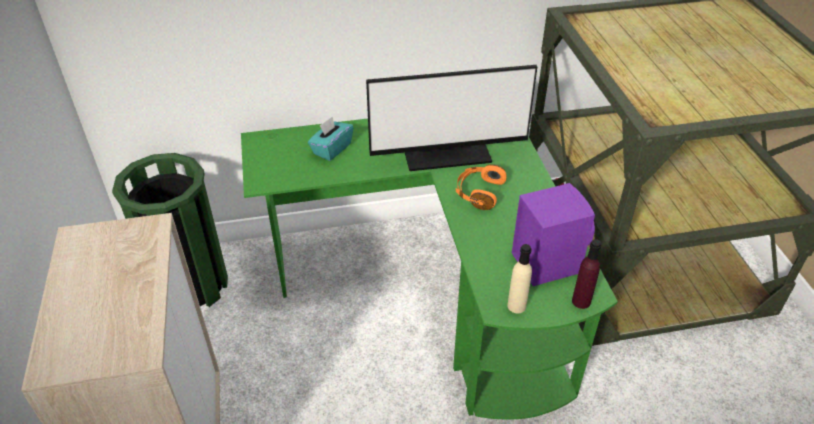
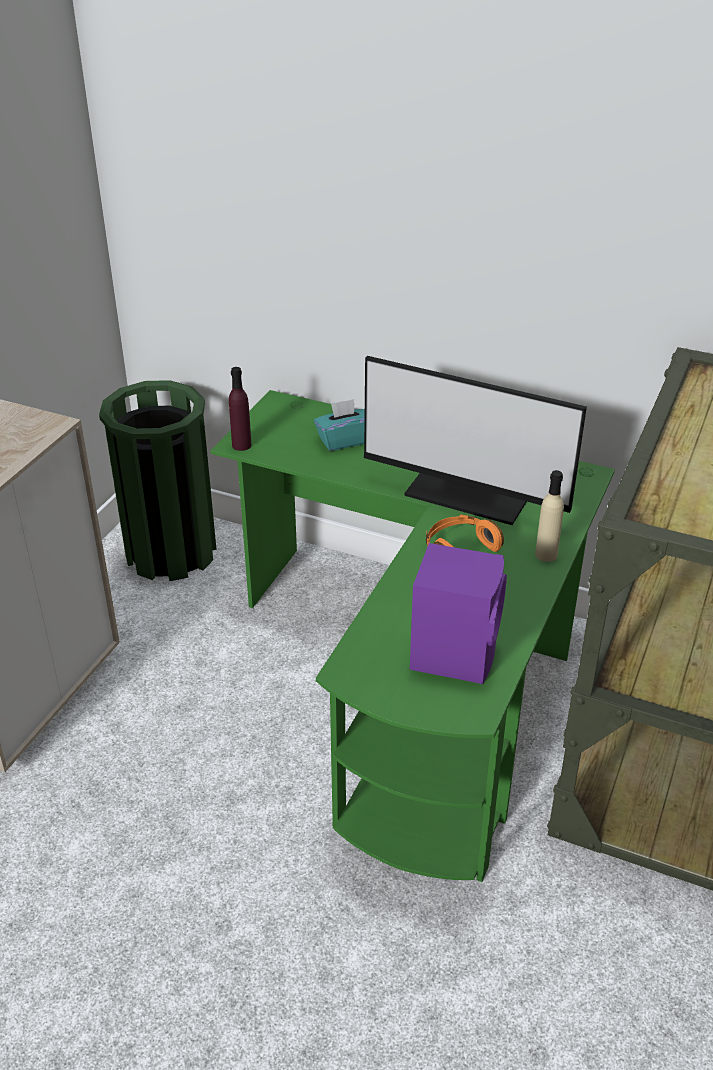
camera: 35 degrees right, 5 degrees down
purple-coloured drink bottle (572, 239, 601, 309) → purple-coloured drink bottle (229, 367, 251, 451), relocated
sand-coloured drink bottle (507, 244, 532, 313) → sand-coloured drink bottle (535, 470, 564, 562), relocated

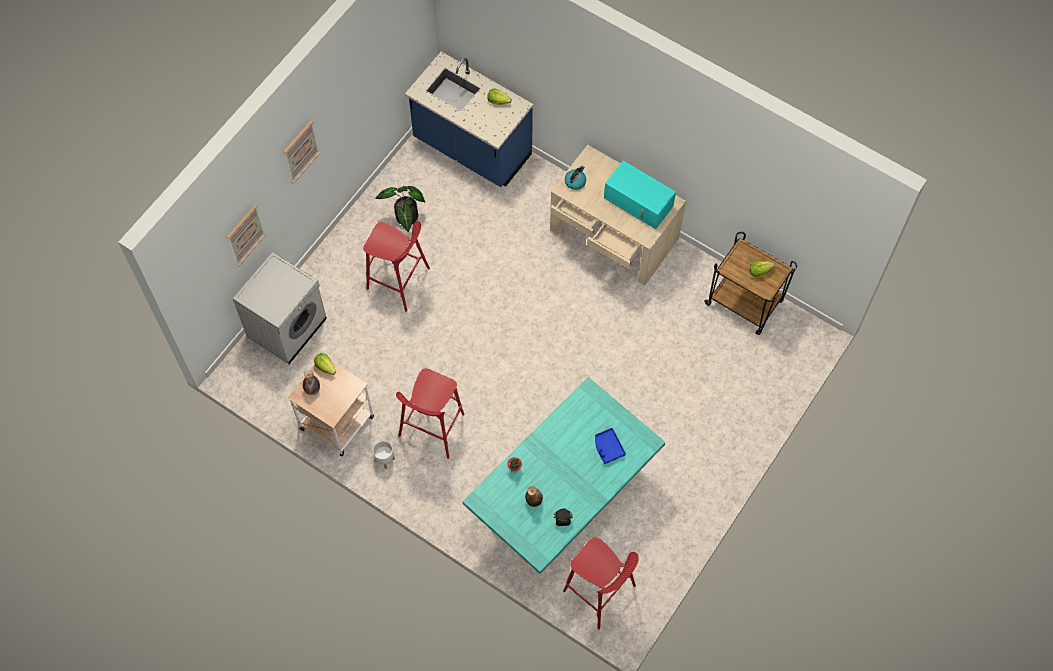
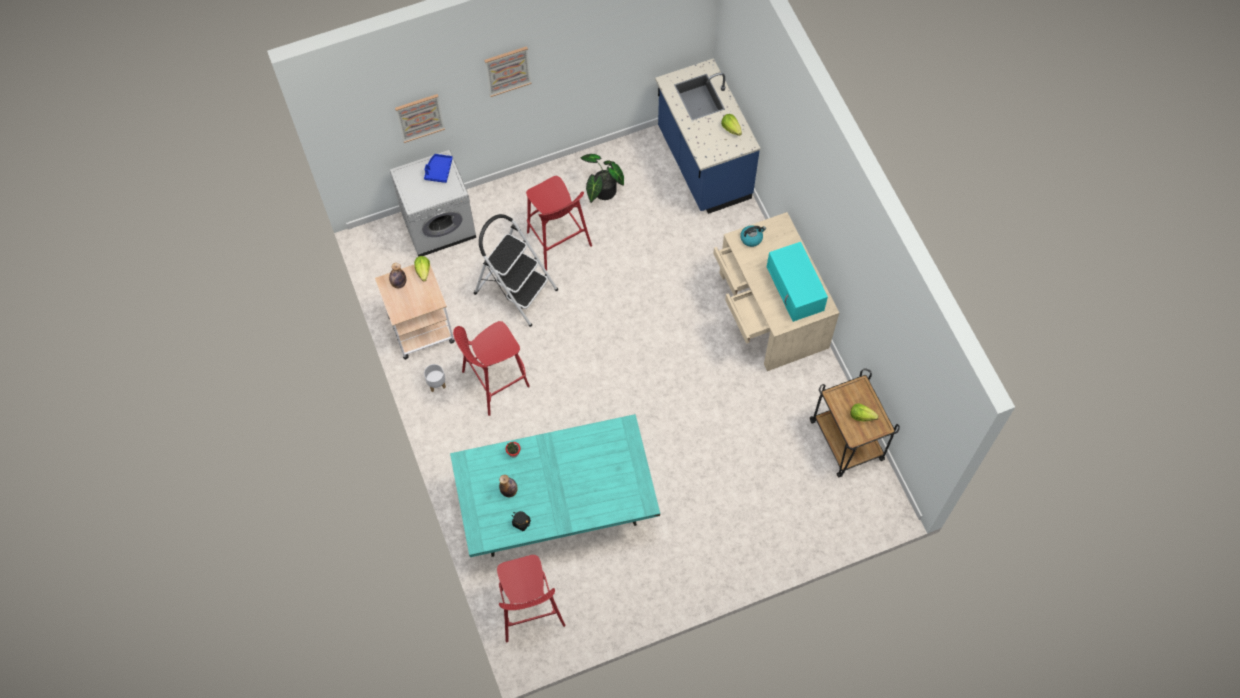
camera: 35 degrees right, 0 degrees up
bluish serving tray (595, 428, 626, 464) → bluish serving tray (424, 154, 453, 183), relocated
- → step stool (474, 214, 558, 327)

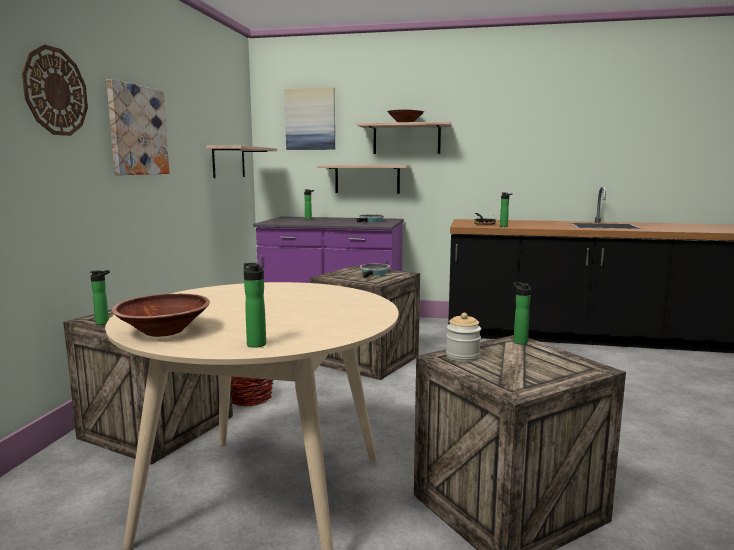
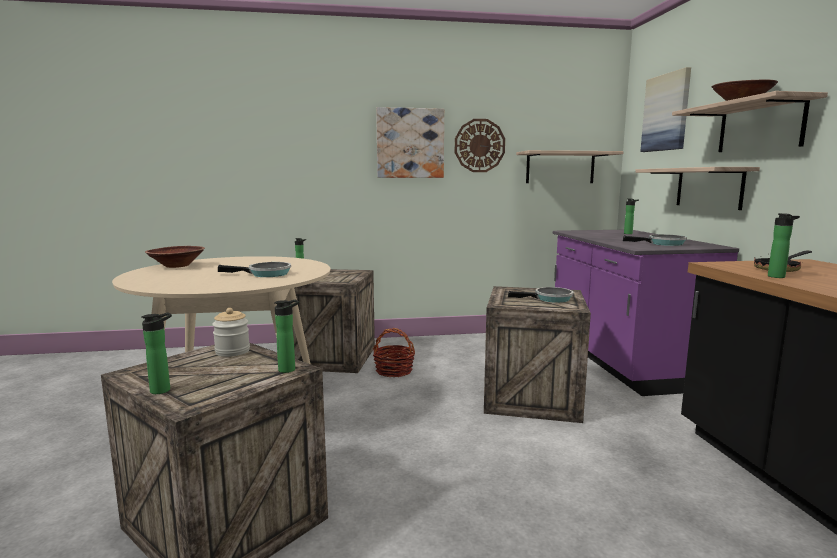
camera: 70 degrees right, 0 degrees up
drink bottle (244, 263, 266, 348) → drink bottle (141, 312, 172, 394), relocated
- → pan (218, 262, 291, 277)
clock on the wall (22, 44, 88, 136) → clock on the wall (455, 119, 505, 172), relocated

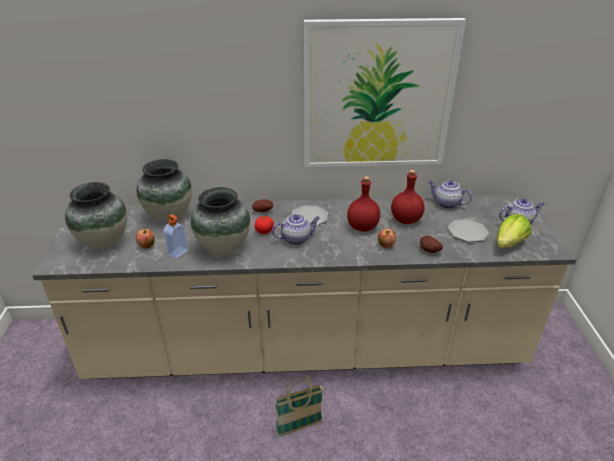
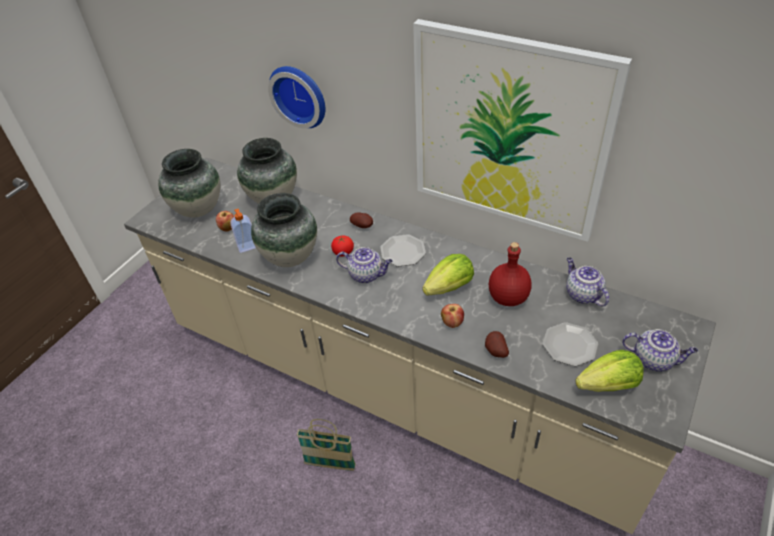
camera: 35 degrees right, 10 degrees up
- → clock on the wall (268, 66, 325, 128)
red drink bottle (347, 176, 380, 232) → head of lettuce (422, 254, 474, 296)

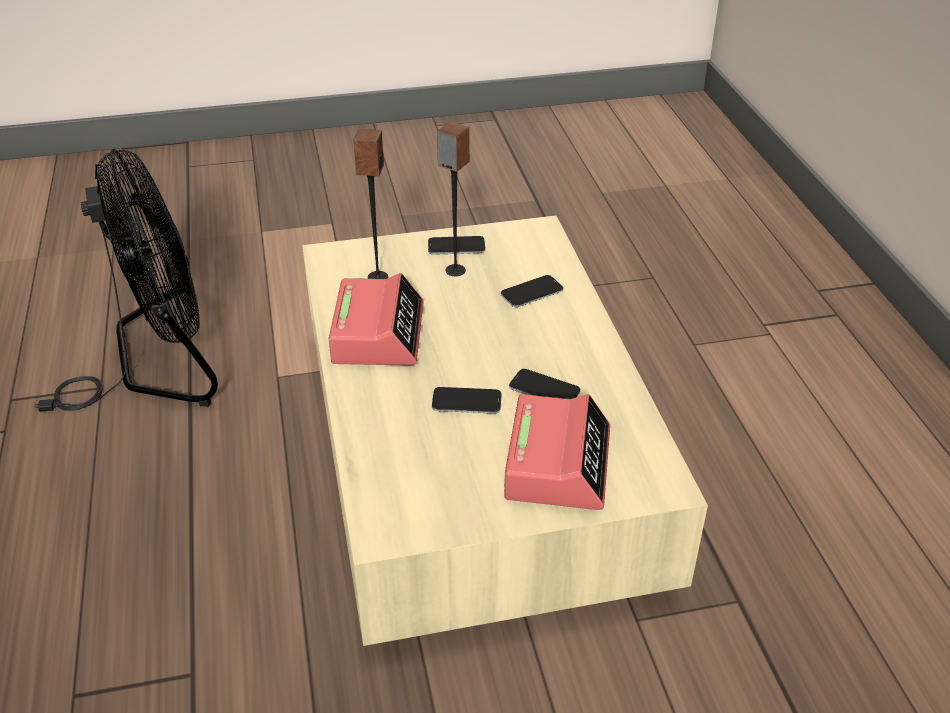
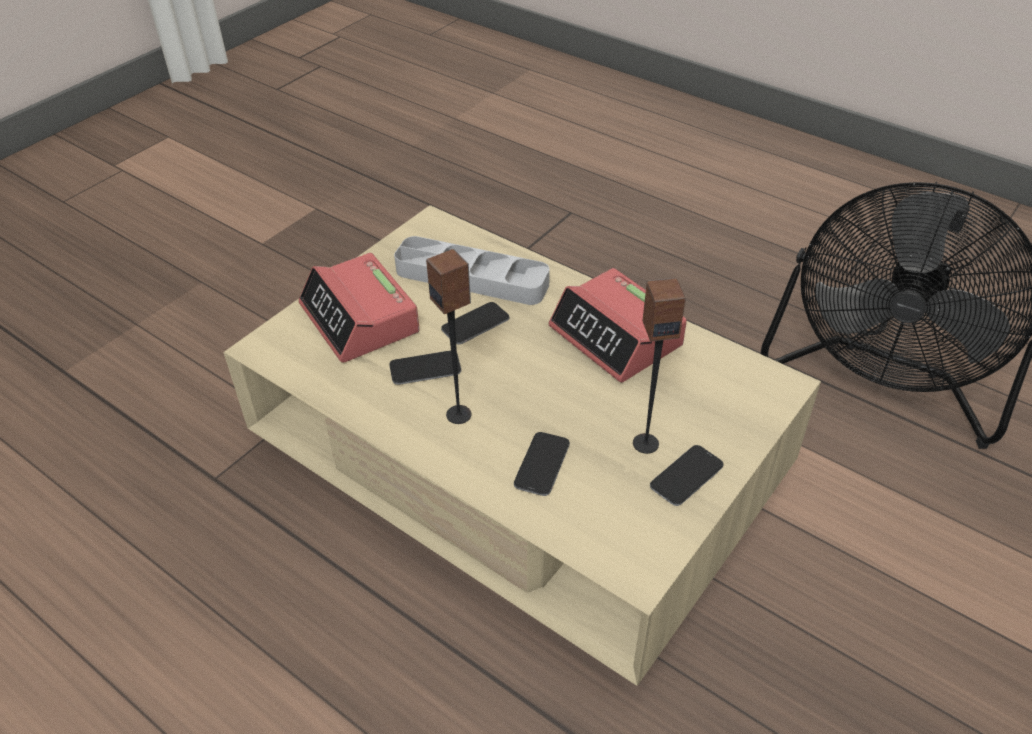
camera: 140 degrees right, 5 degrees up
- → greyish serving tray (394, 236, 550, 305)
loudspeaker (353, 129, 388, 279) → loudspeaker (426, 249, 471, 424), relocated

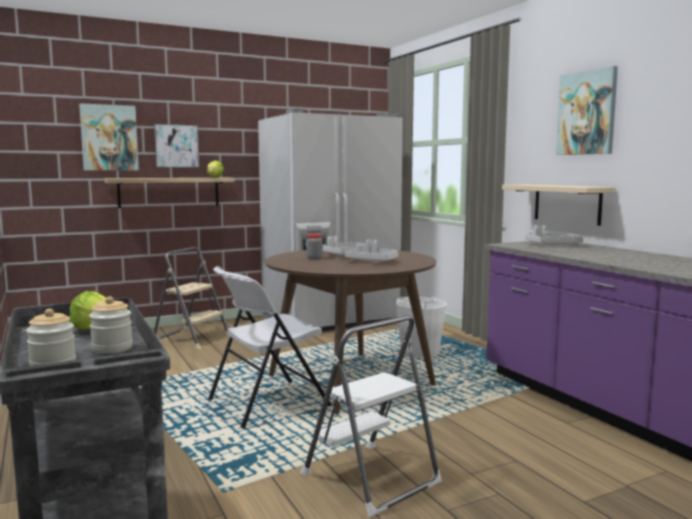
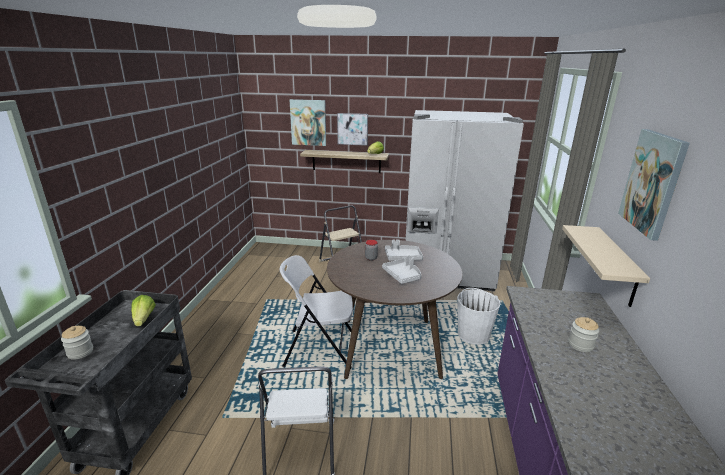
camera: 35 degrees right, 15 degrees up
preserve jar (89, 296, 133, 353) → preserve jar (568, 317, 599, 352), relocated
greyish serving tray (525, 225, 584, 245) → -

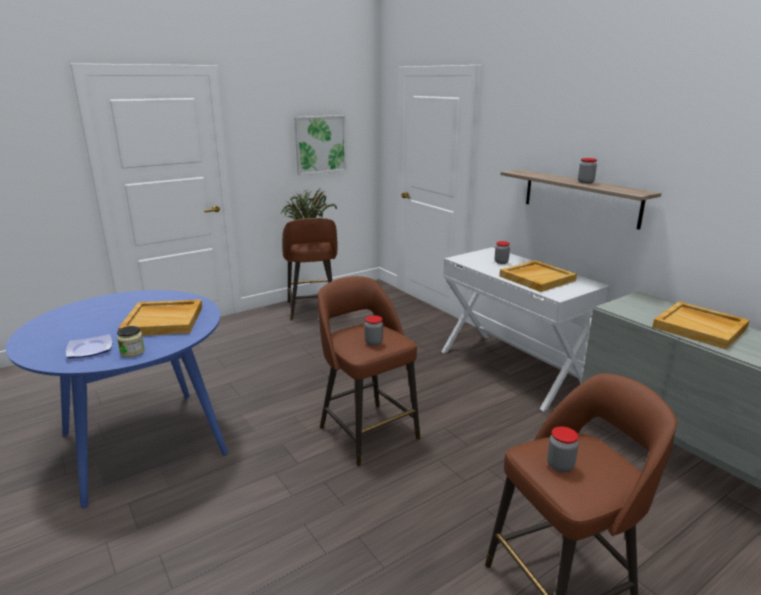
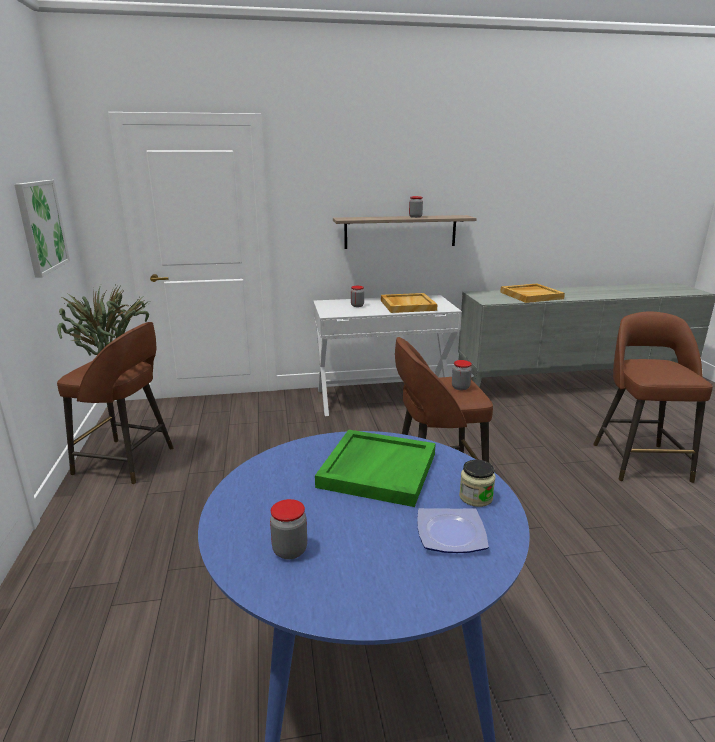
camera: 65 degrees left, 0 degrees up
preserve jar (547, 427, 579, 472) → preserve jar (270, 499, 307, 559), relocated
sand-coloured serving tray (118, 300, 202, 336) → green serving tray (315, 430, 436, 507)

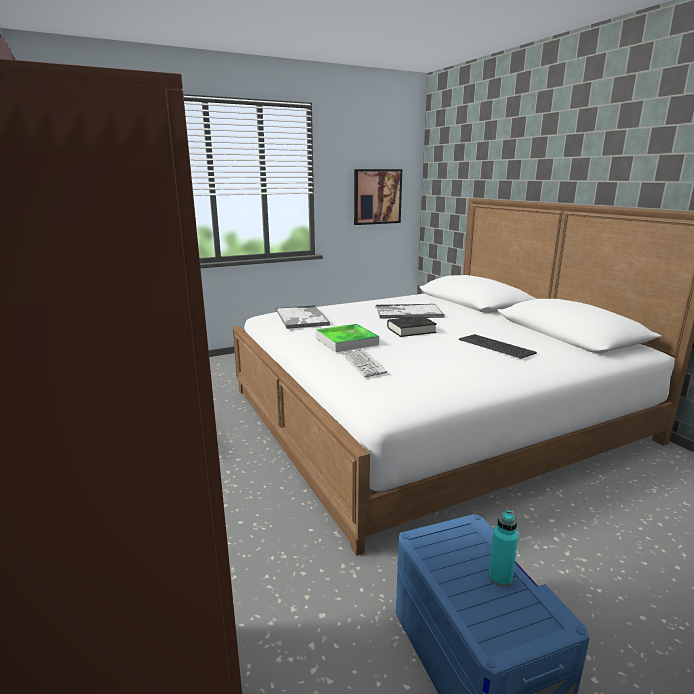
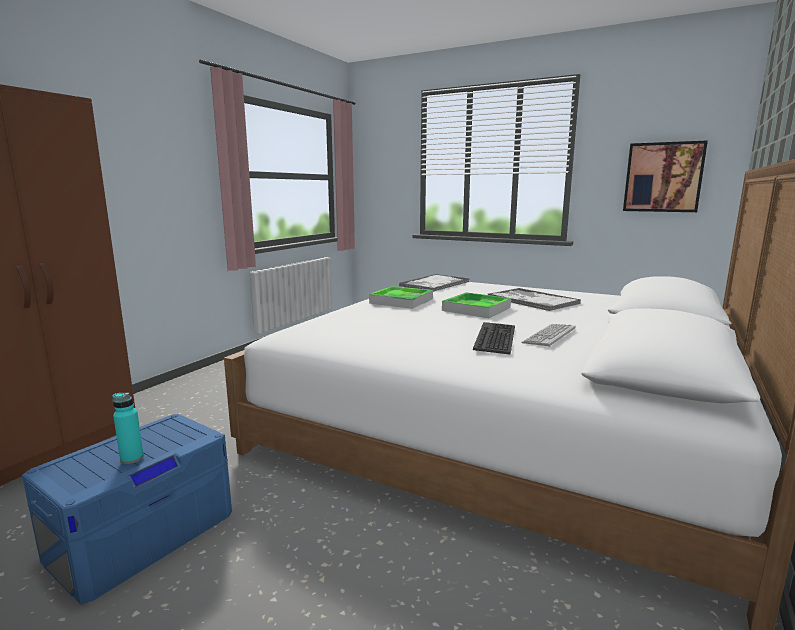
camera: 55 degrees right, 5 degrees down
black-coloured volume (387, 316, 437, 337) → serving tray (442, 292, 511, 318)
keyboard (342, 349, 387, 378) → keyboard (521, 324, 575, 347), relocated

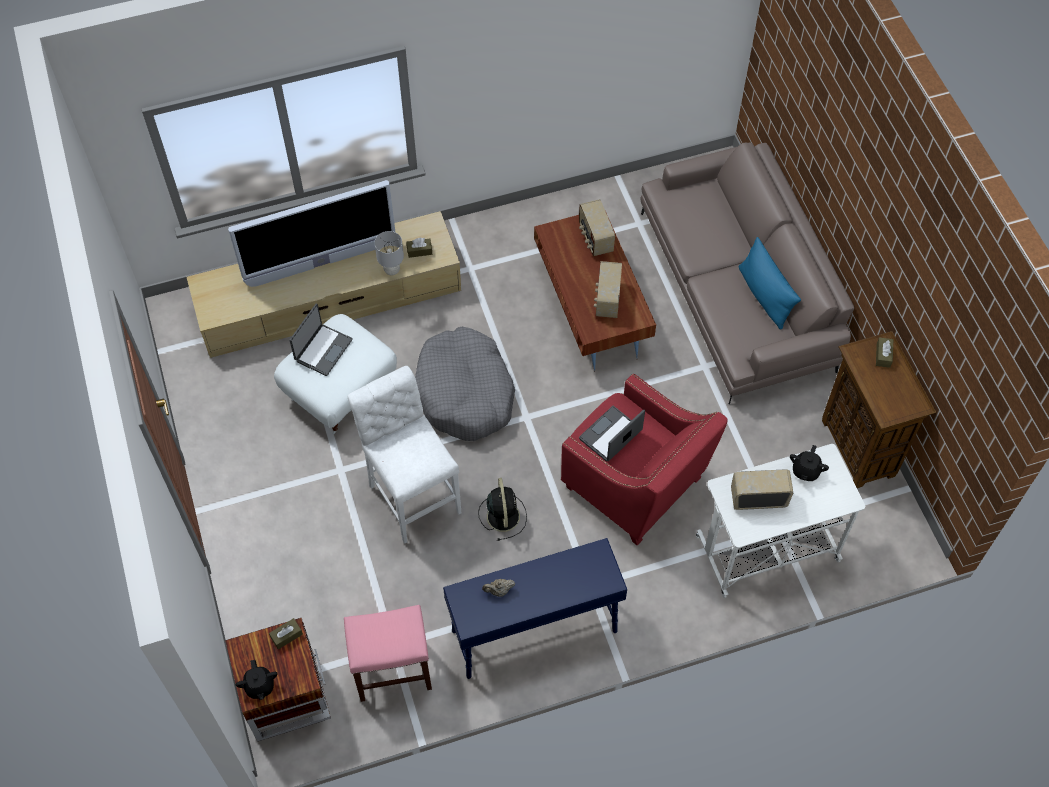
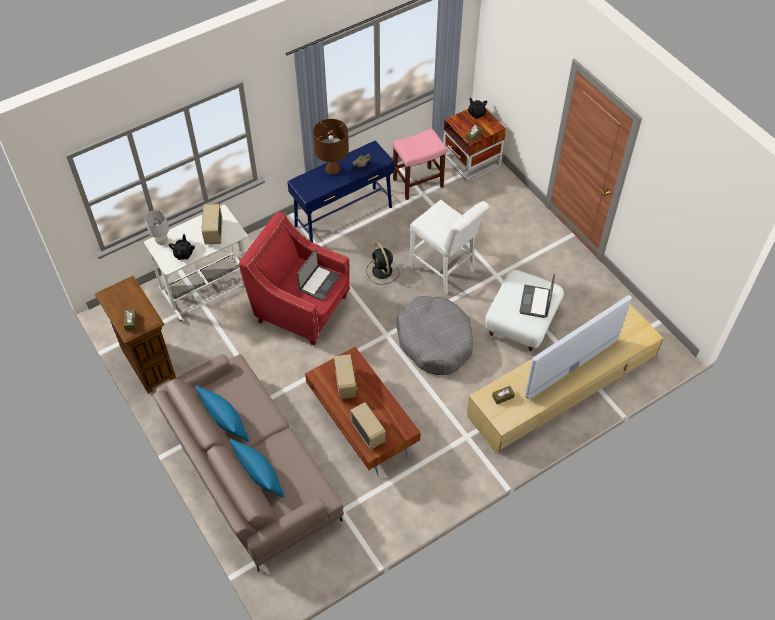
camera: 165 degrees right, 5 degrees down
greyish tabletop lamp (374, 231, 404, 275) → greyish tabletop lamp (145, 210, 169, 245), relocated
radio receiver (731, 469, 793, 510) → radio receiver (202, 204, 222, 244), 105 degrees clockwise
- → bluish cushion (229, 439, 284, 498)
- → brown tabletop lamp (313, 119, 349, 175)

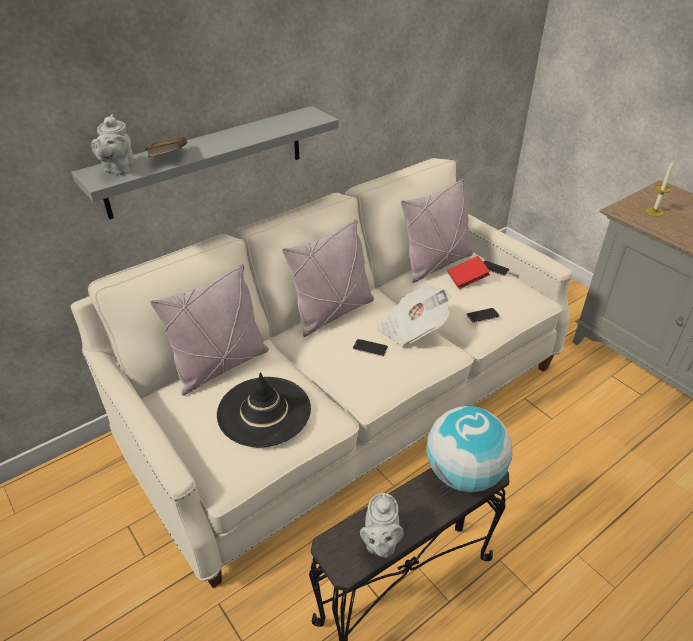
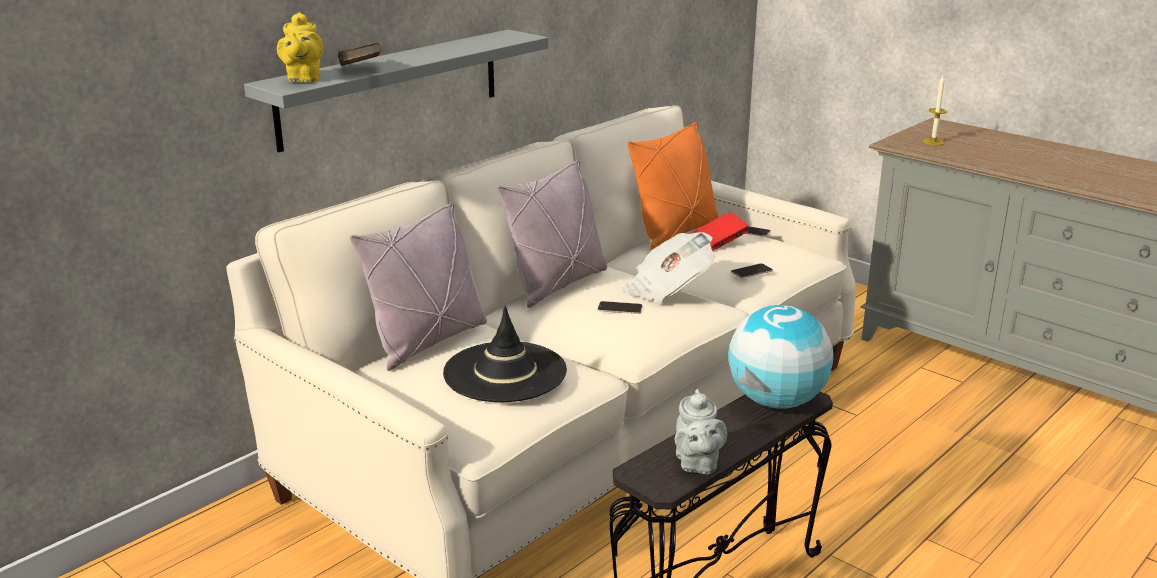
camera: 10 degrees left, 15 degrees down
greyish teapot (92, 114, 134, 175) → yellow teapot (277, 12, 323, 83)
purple-coloured cushion (401, 179, 473, 283) → orangey cushion (627, 122, 719, 251)

